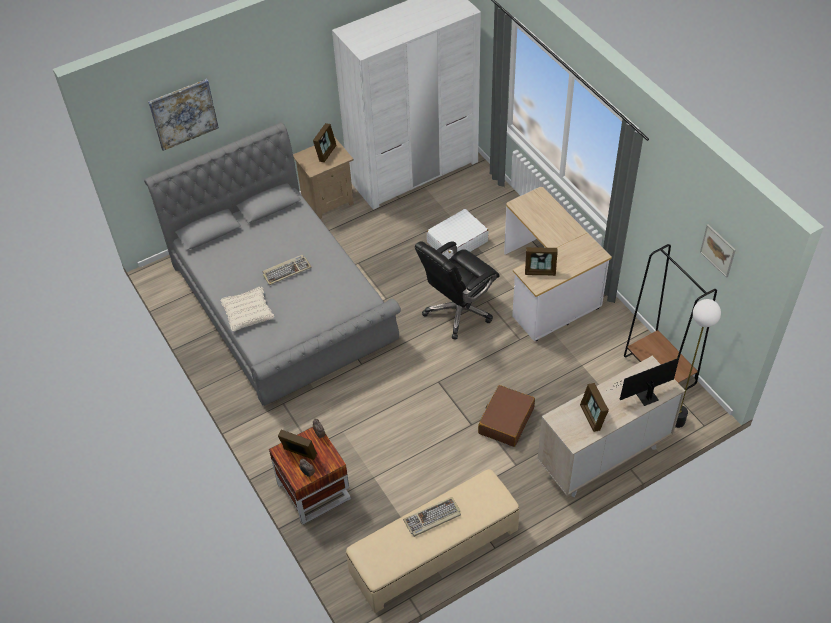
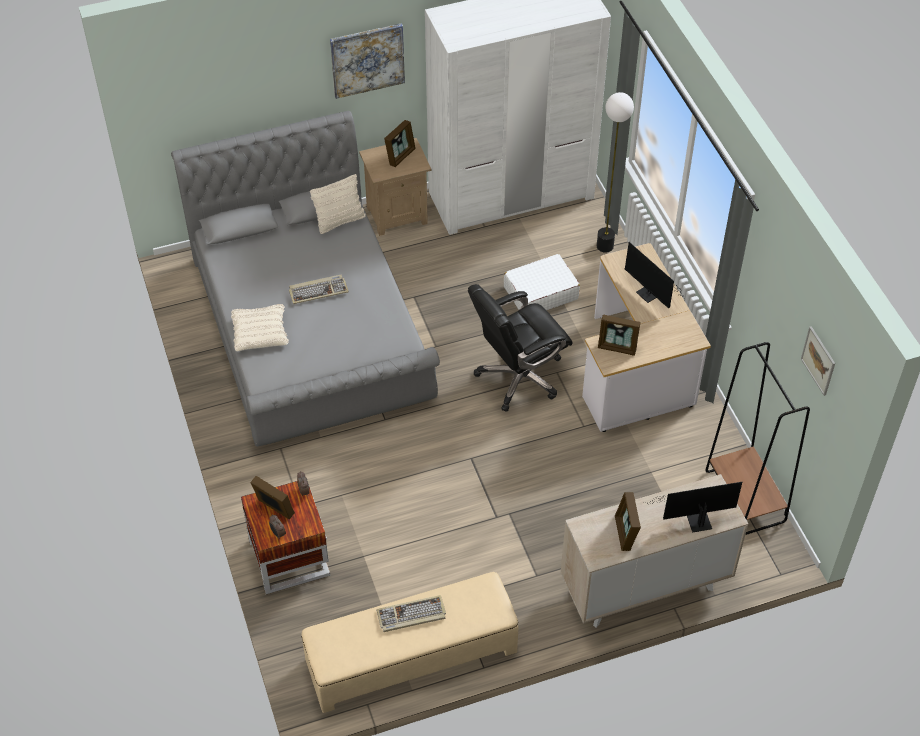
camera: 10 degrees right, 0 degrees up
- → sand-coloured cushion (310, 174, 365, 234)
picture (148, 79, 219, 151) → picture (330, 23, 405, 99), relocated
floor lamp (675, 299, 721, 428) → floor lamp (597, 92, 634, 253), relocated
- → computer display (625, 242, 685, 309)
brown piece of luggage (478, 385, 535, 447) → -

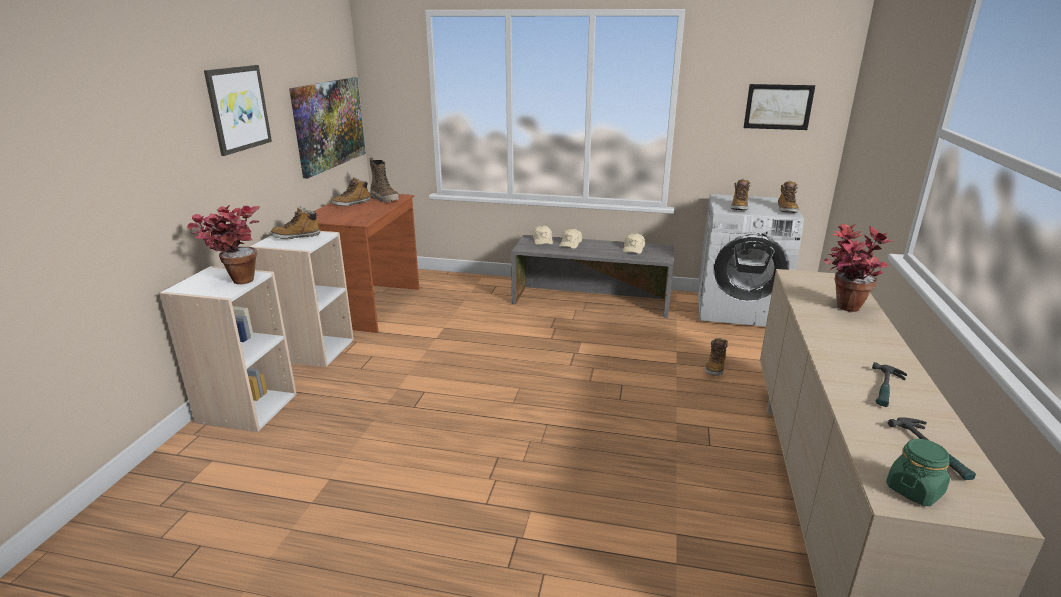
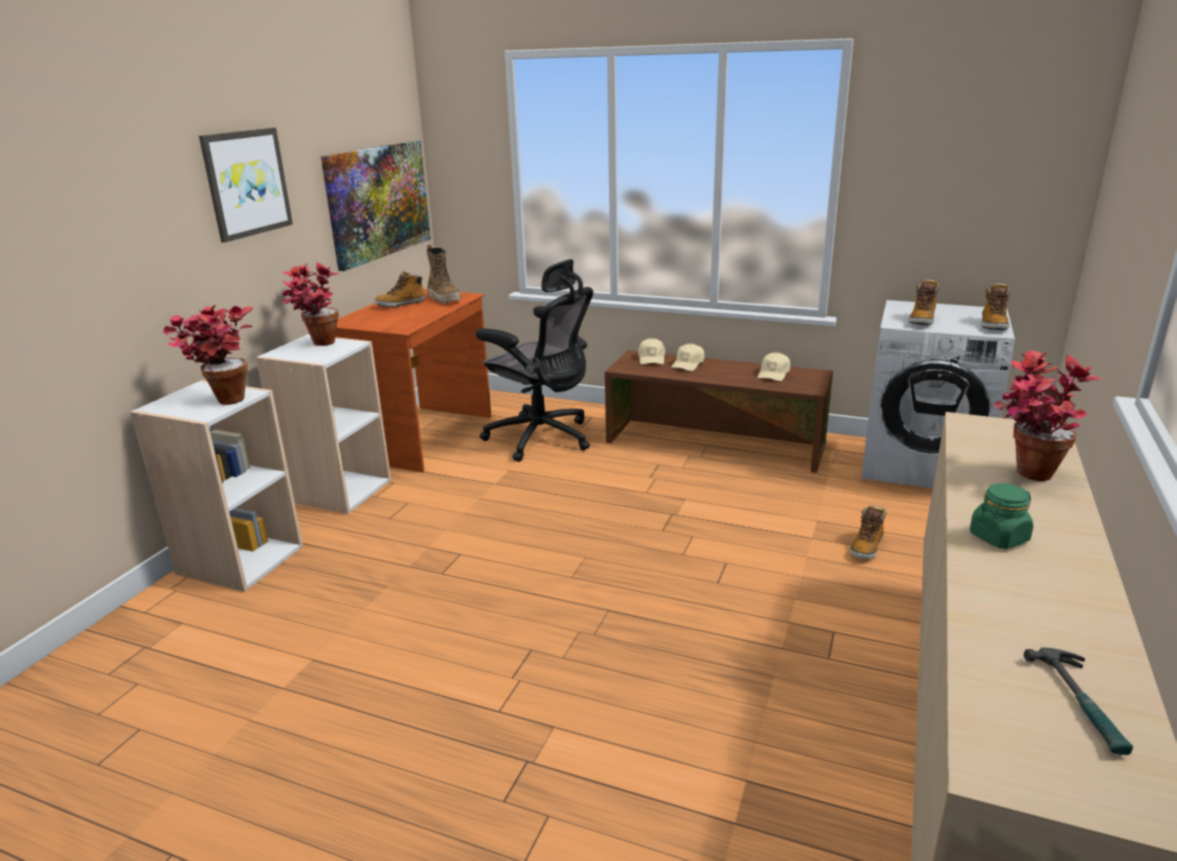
camera: 10 degrees right, 0 degrees up
boot (270, 206, 320, 239) → potted plant (282, 262, 339, 346)
- → desk chair (476, 259, 593, 462)
greyish bench (511, 235, 674, 318) → brown bench (605, 350, 833, 473)
green preserve jar (886, 439, 950, 506) → green preserve jar (970, 483, 1033, 549), relocated
picture (744, 84, 815, 130) → -
hammer (872, 362, 907, 407) → -

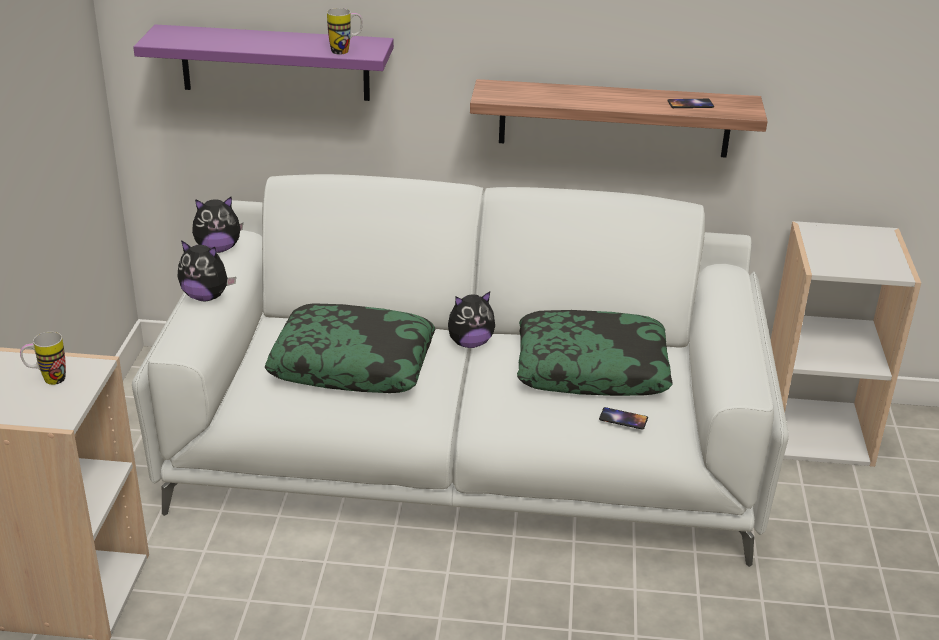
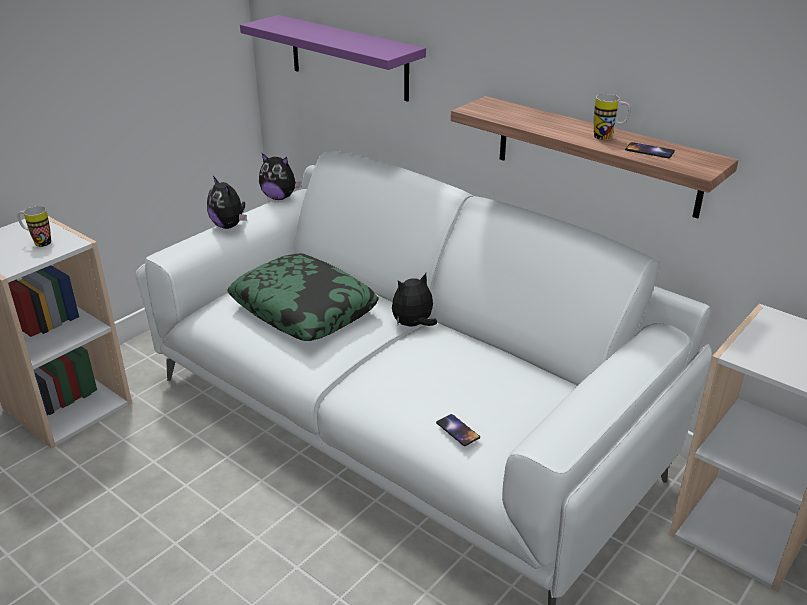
camera: 35 degrees right, 0 degrees up
soft toy (448, 291, 495, 348) → soft toy (392, 273, 437, 326), 135 degrees clockwise
tea mug (327, 8, 363, 55) → tea mug (594, 94, 631, 140), relocated
cushion (517, 310, 672, 396) → -

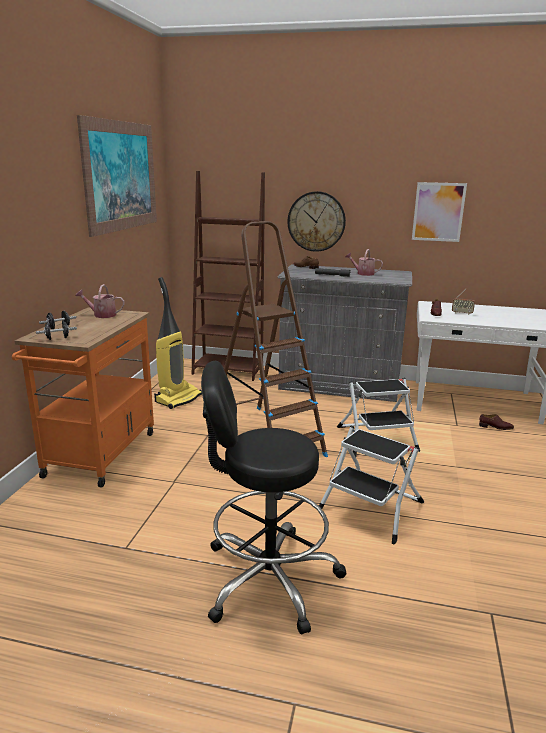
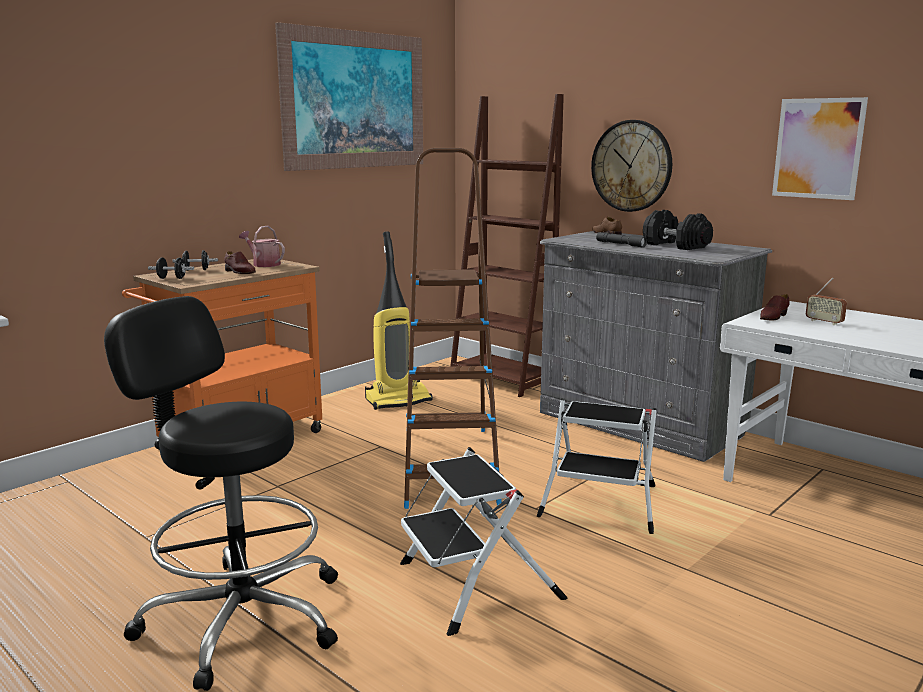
camera: 30 degrees right, 5 degrees down
brown shoe (479, 414, 514, 430) → brown shoe (224, 251, 256, 274), relocated
watering can (345, 249, 383, 276) → black-coloured free weight (643, 210, 713, 250)

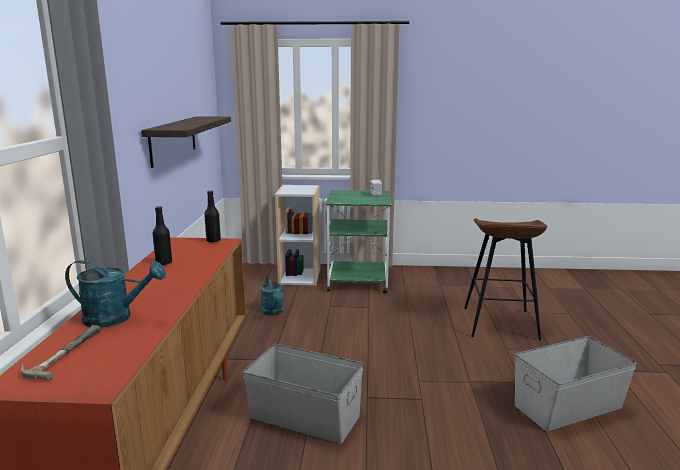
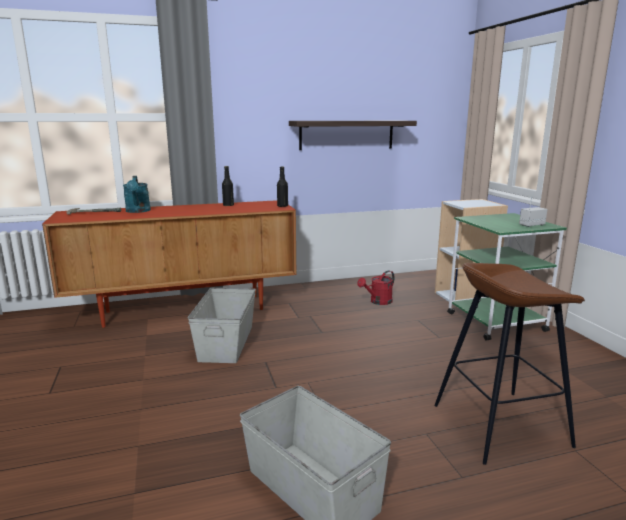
camera: 70 degrees right, 0 degrees up
turquoise-coloured watering can (260, 277, 284, 315) → red watering can (357, 271, 395, 305)

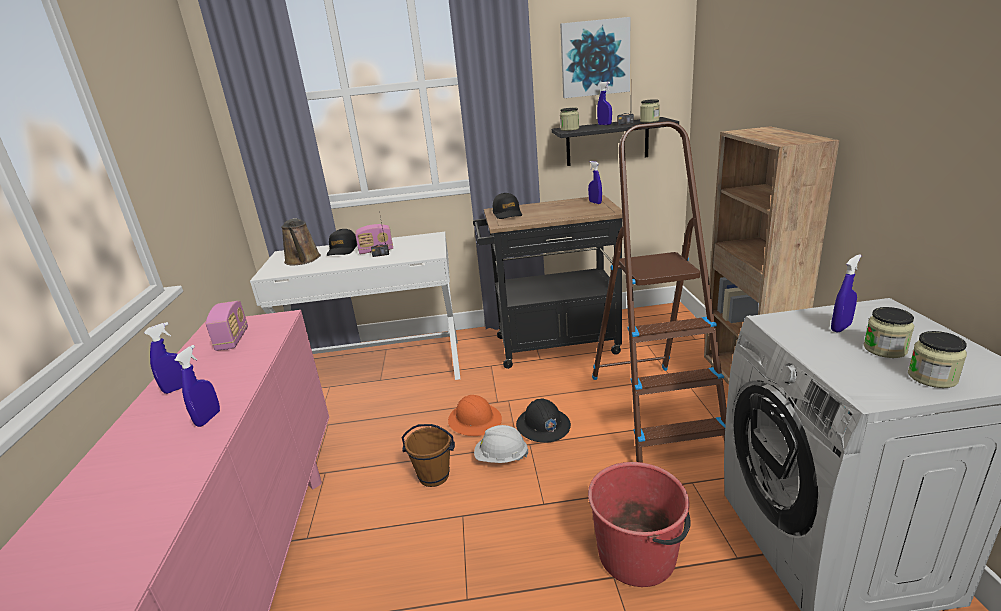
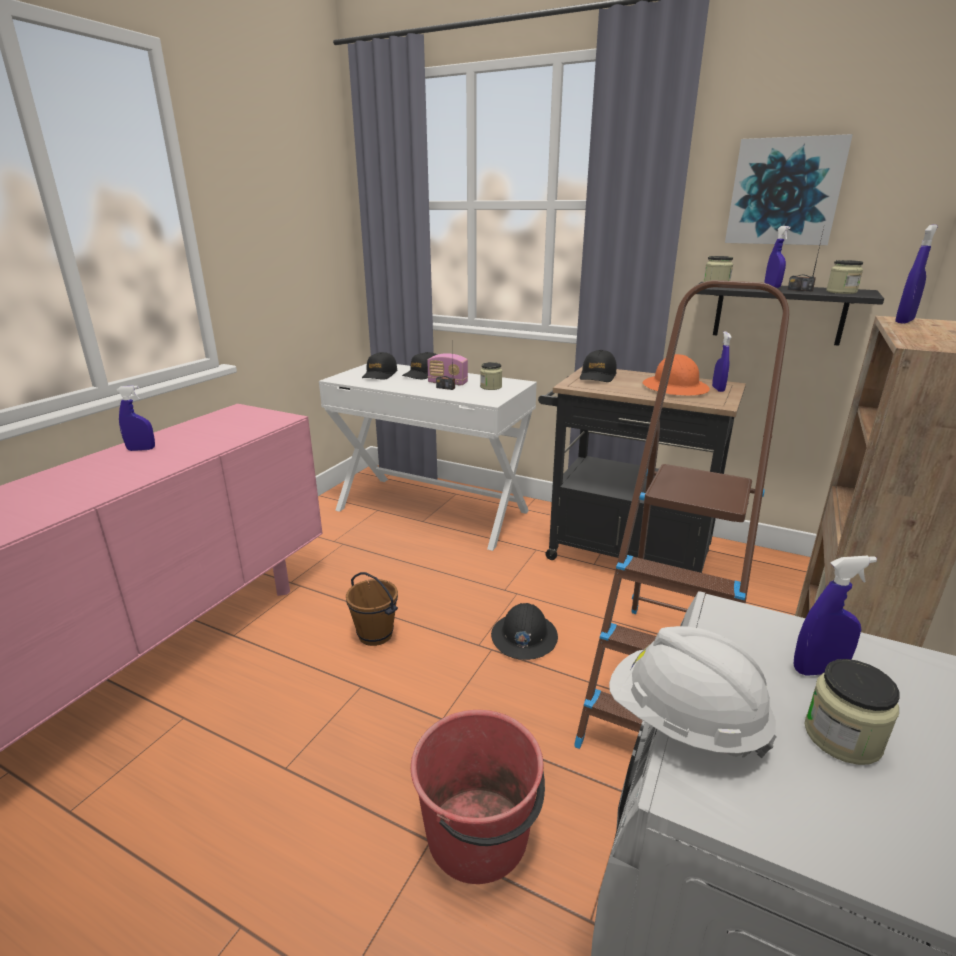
camera: 30 degrees right, 0 degrees up
brown watering can (281, 218, 321, 265) → black-coloured peaked cap (362, 352, 397, 380)
preserve jar (908, 331, 967, 388) → preserve jar (480, 362, 502, 390), relocated
whitish work helmet (474, 425, 528, 463) → whitish work helmet (609, 626, 776, 758), relocated
orangey work helmet (448, 395, 502, 436) → orangey work helmet (643, 354, 710, 396), relocated
bluish sprayer (175, 345, 220, 427) → bluish sprayer (895, 224, 938, 324), relocated
radio receiver (206, 301, 248, 351) → -

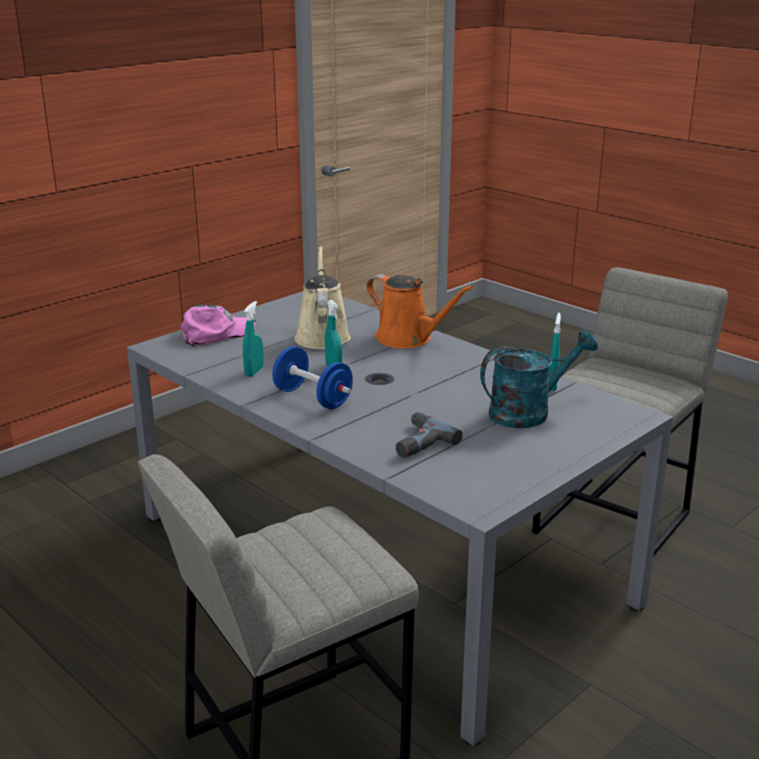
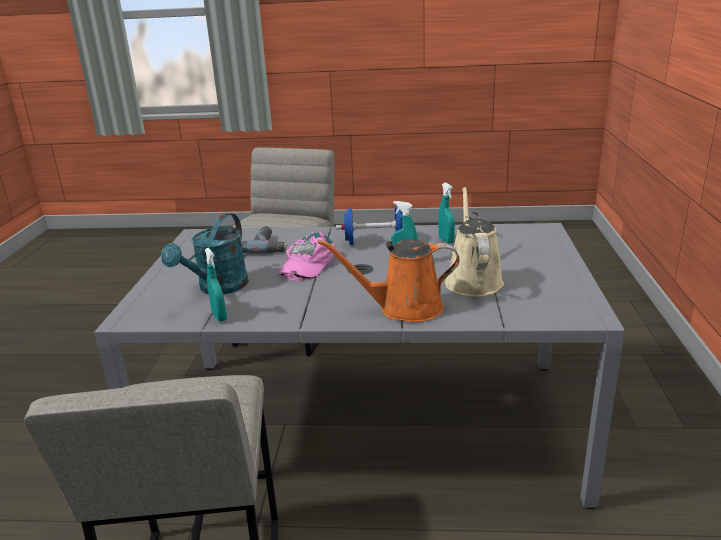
camera: 140 degrees right, 0 degrees up
pink-coloured peaked cap (180, 305, 256, 347) → pink-coloured peaked cap (279, 231, 335, 281), relocated
sand-coloured watering can (295, 246, 351, 349) → sand-coloured watering can (445, 187, 504, 297), 135 degrees counterclockwise

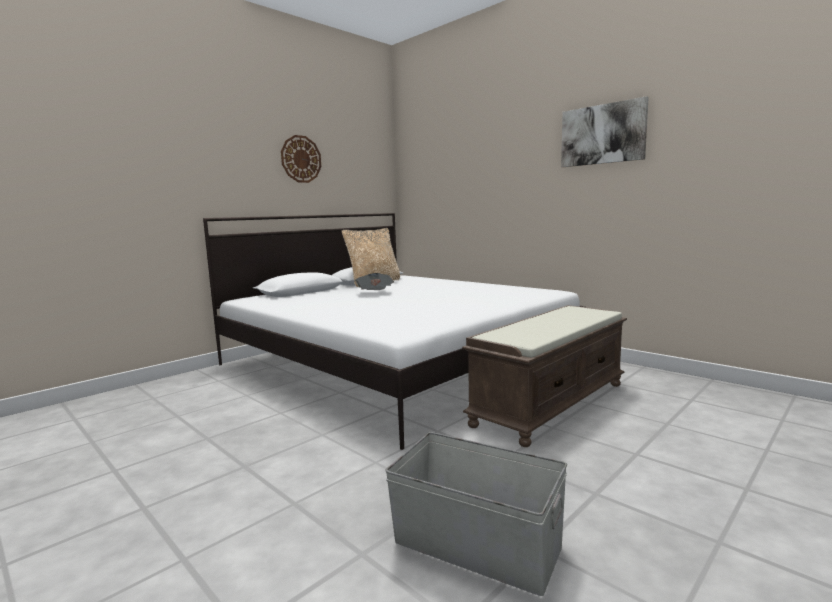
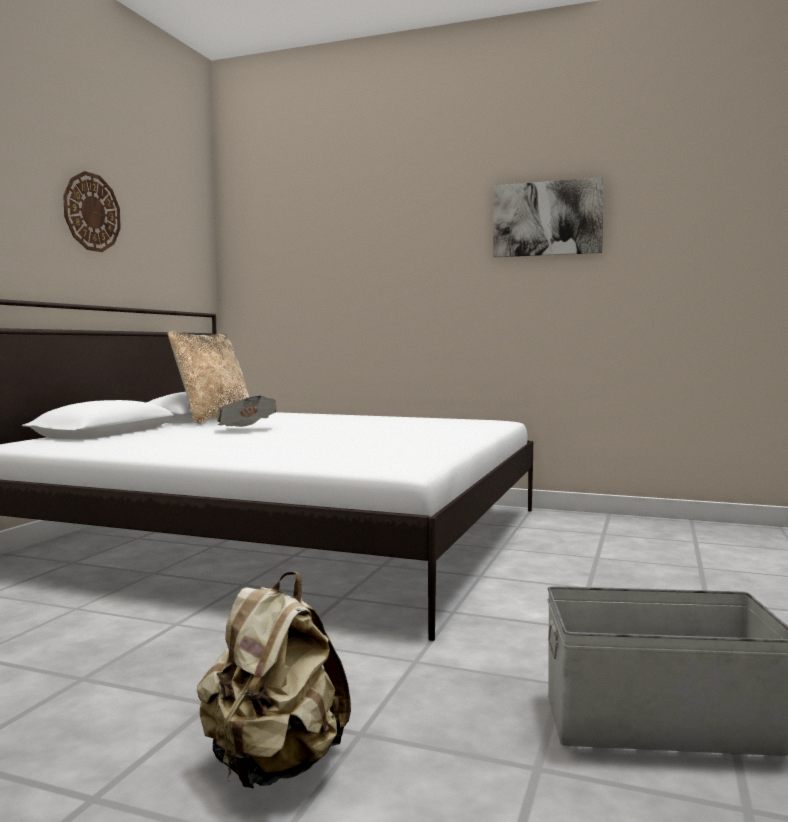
camera: 25 degrees left, 5 degrees down
- → sand-coloured knapsack (197, 571, 351, 789)
brown bench (462, 305, 627, 447) → -

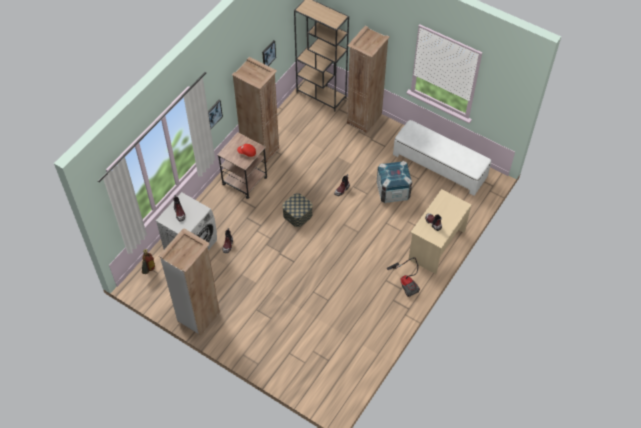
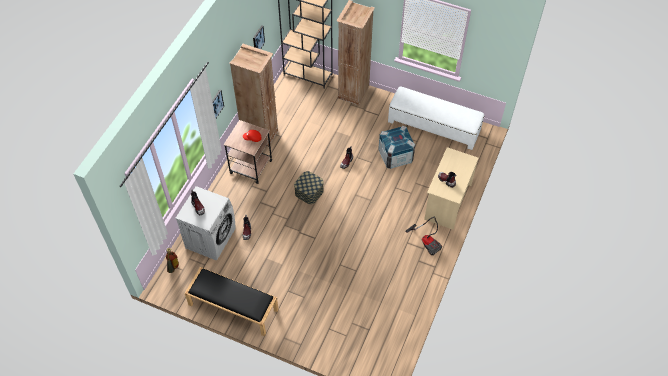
camera: 10 degrees left, 0 degrees up
brown cabinet (159, 229, 220, 336) → black-coloured bench (185, 267, 279, 337)

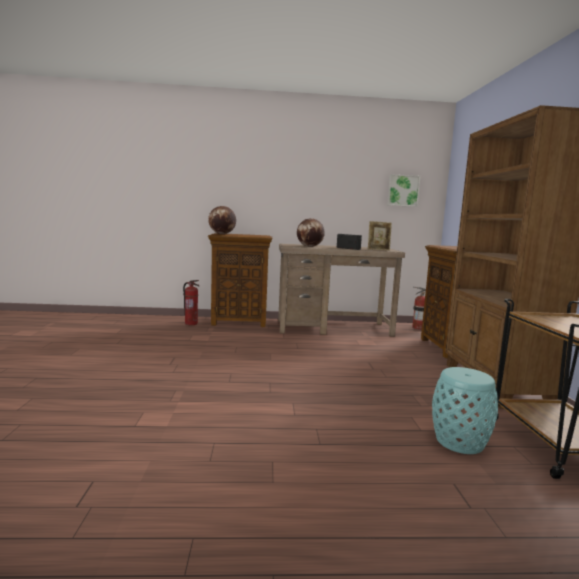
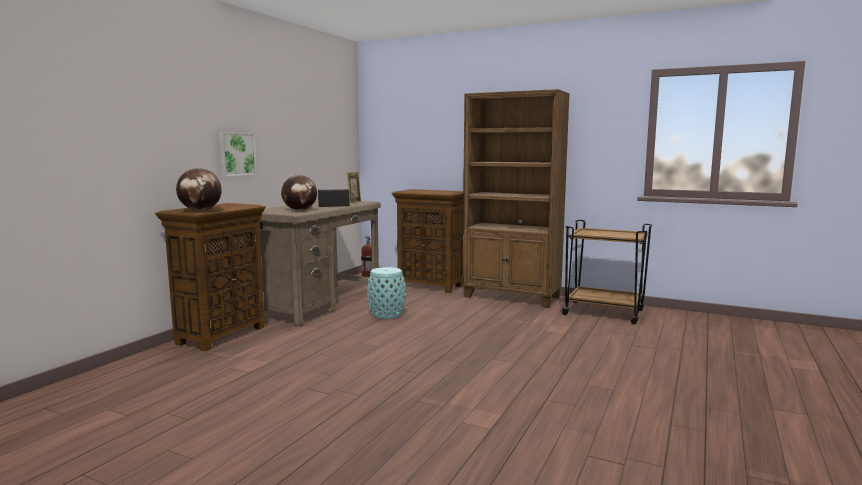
camera: 60 degrees left, 0 degrees up
picture (387, 174, 421, 207) → picture (219, 133, 257, 177), relocated
turquoise-coloured stool seat (432, 367, 498, 454) → turquoise-coloured stool seat (367, 267, 406, 319), relocated
fire-fighting cylinder (183, 280, 199, 325) → -

